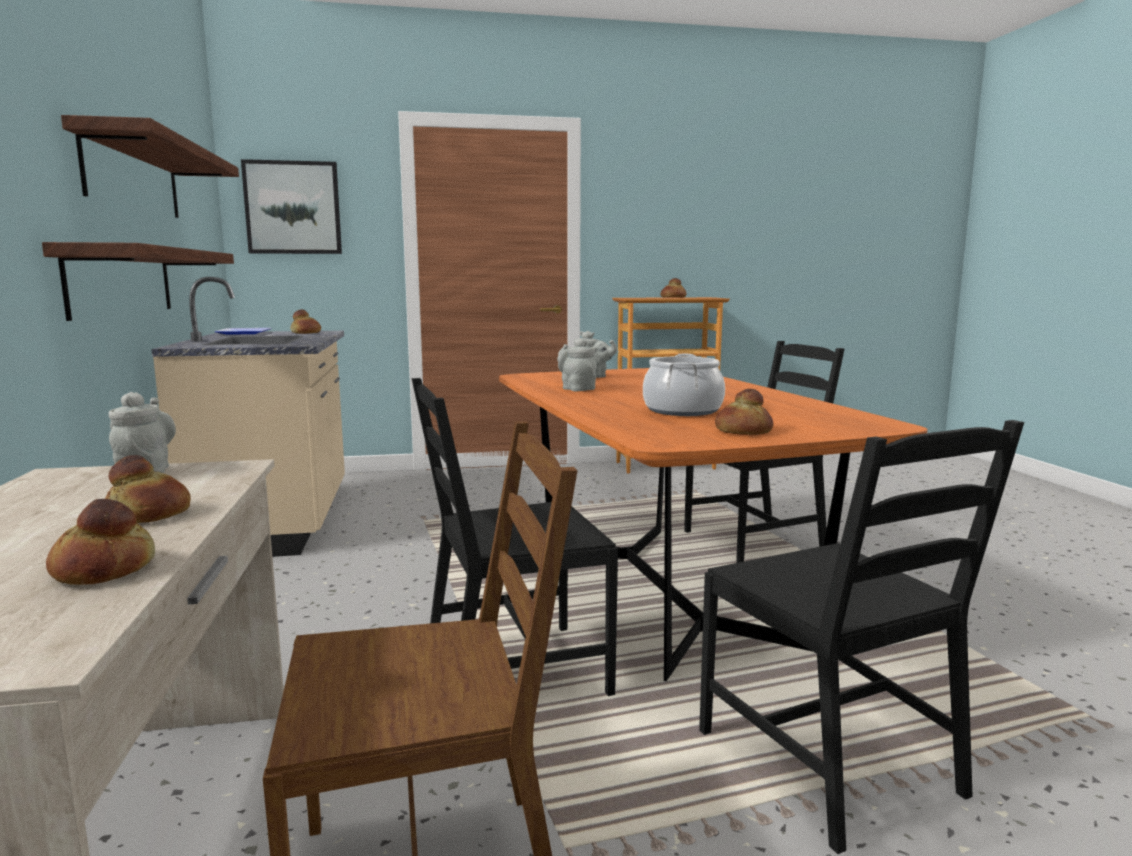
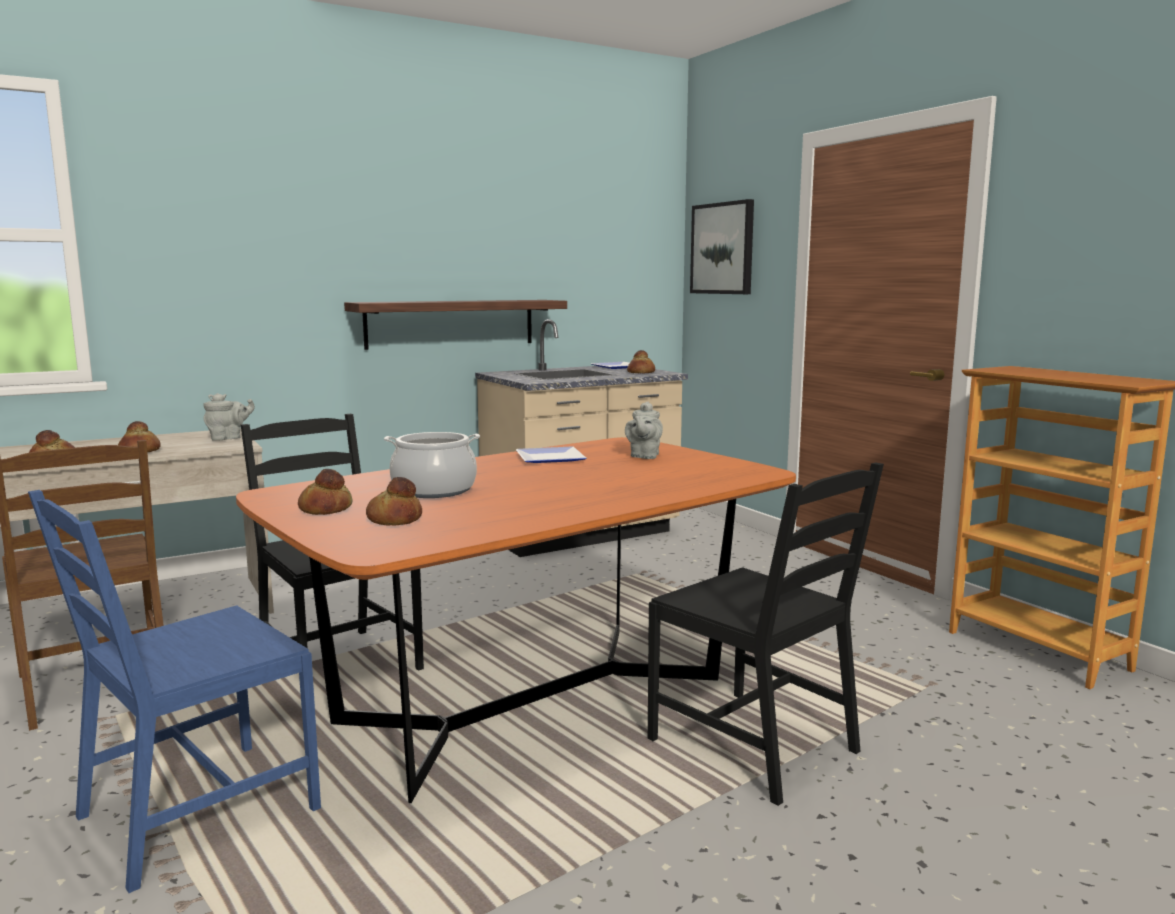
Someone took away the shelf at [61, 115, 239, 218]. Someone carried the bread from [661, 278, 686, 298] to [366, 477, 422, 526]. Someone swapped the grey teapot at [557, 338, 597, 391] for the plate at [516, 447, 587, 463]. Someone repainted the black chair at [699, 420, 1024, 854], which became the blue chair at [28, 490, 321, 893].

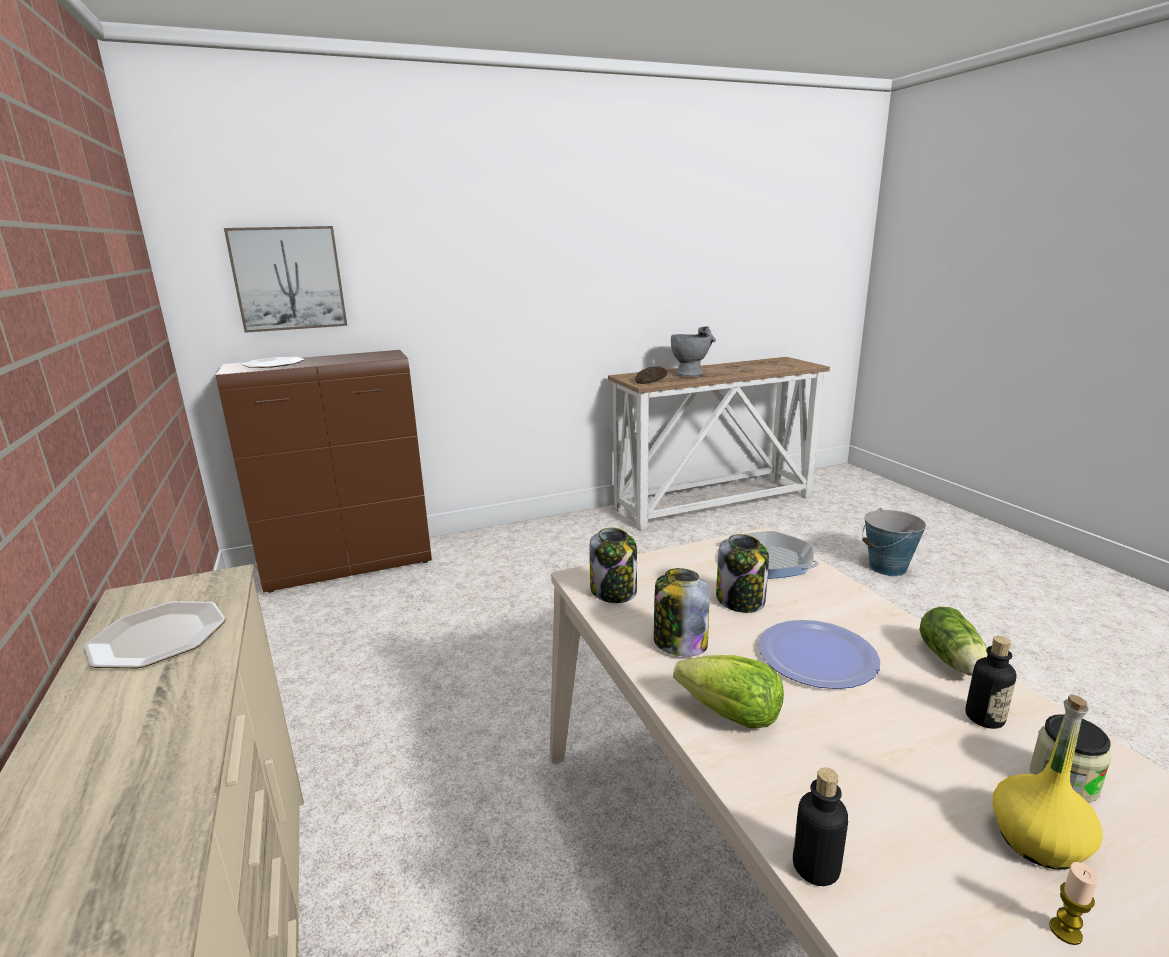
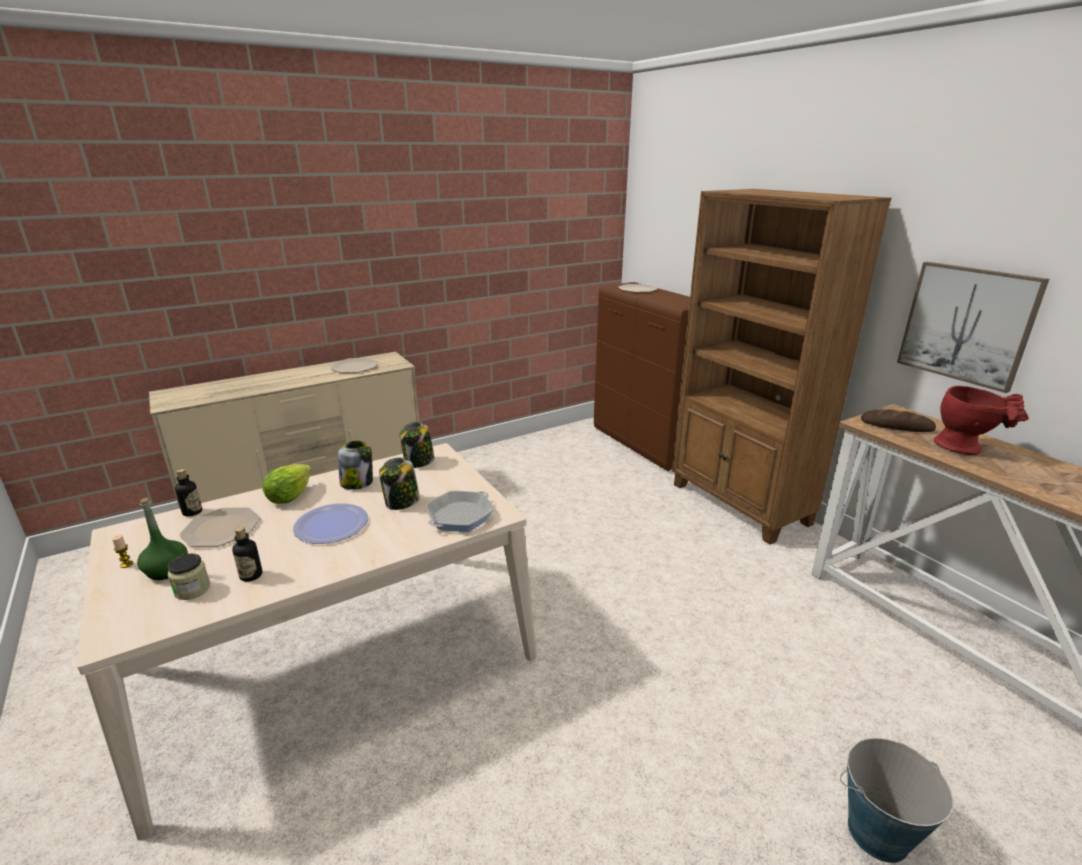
Someone took away the lettuce at [920, 607, 987, 676]. Someone put down the plate at [180, 507, 260, 547]. Someone put down the brown bookcase at [672, 189, 891, 545]. Someone carried the picture from [224, 226, 347, 333] to [897, 262, 1049, 393]. Someone repainted the grey vase at [671, 326, 716, 376], which became the red vase at [934, 386, 1029, 455]. Someone repainted the yellow bottle at [992, 694, 1103, 870], which became the green bottle at [137, 498, 188, 580].

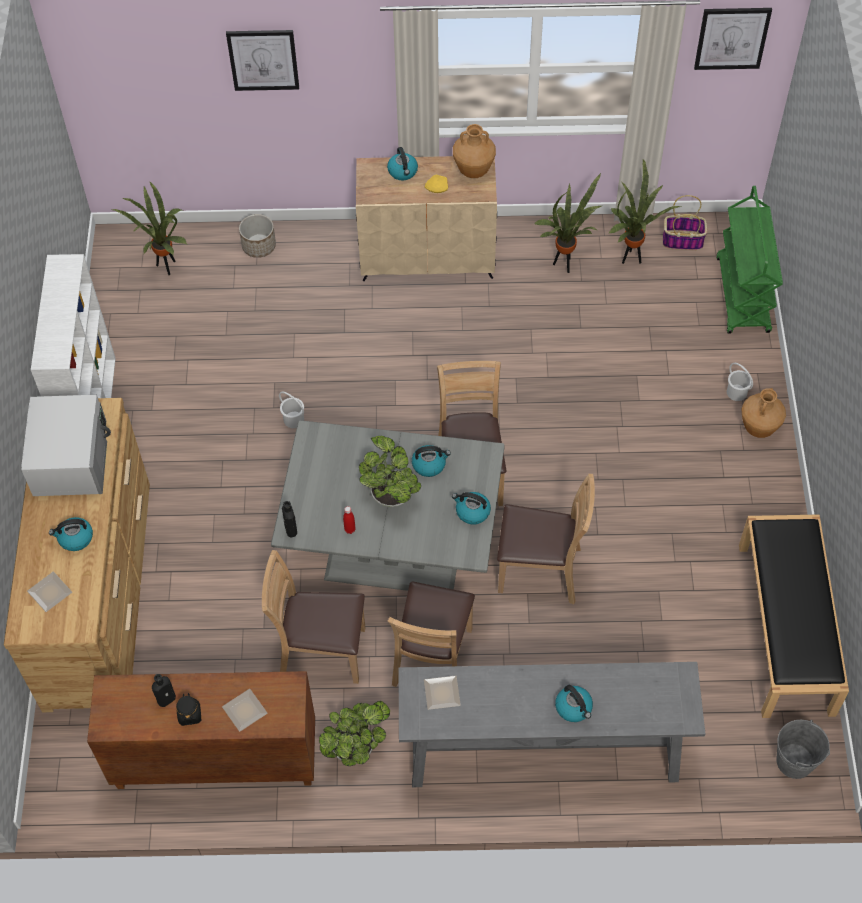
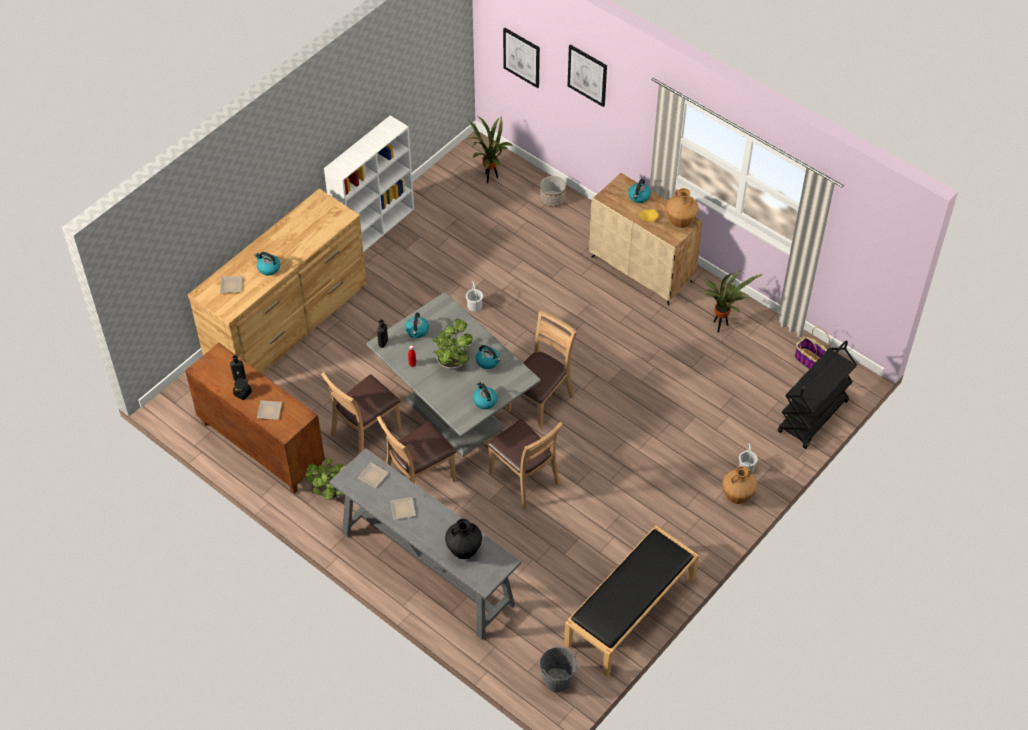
Someone took away the white microwave at [21, 395, 111, 496]. Someone took away the potted plant at [608, 160, 681, 264]. Someone put down the plate at [390, 497, 416, 520]. Someone put down the black vase at [445, 518, 482, 559]. Someone carried the kettle from [555, 685, 593, 722] to [405, 313, 429, 338]. Someone carried the picture from [694, 8, 772, 70] to [503, 27, 540, 88]. Someone repainted the green cart at [716, 186, 783, 334], which became the black cart at [778, 341, 857, 449]. Someone rotated the brown chair at [262, 550, 365, 684] by 90 degrees counterclockwise.

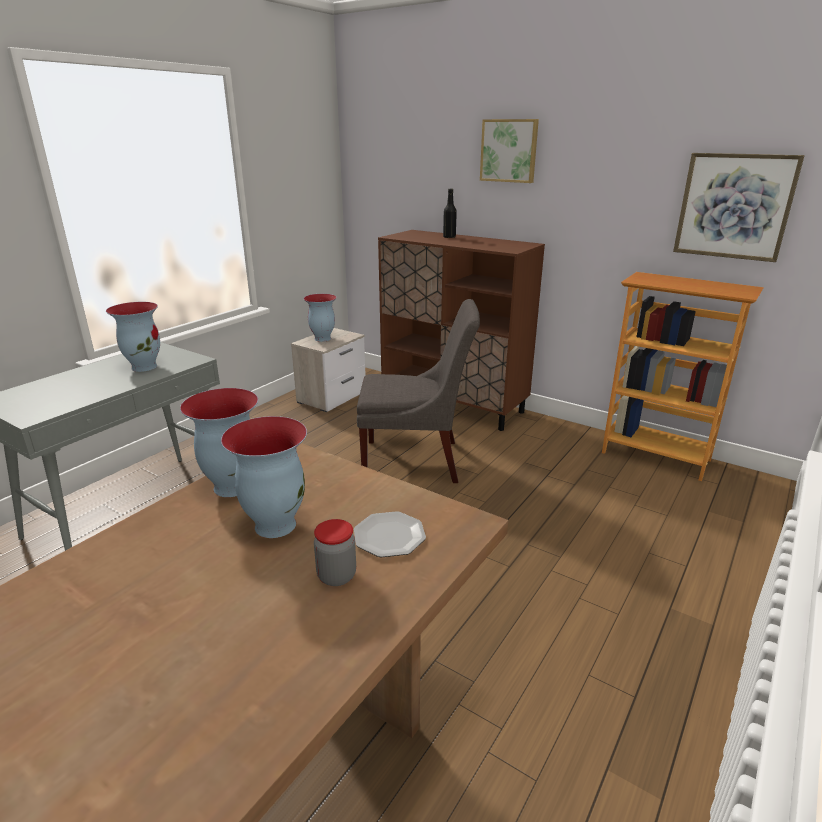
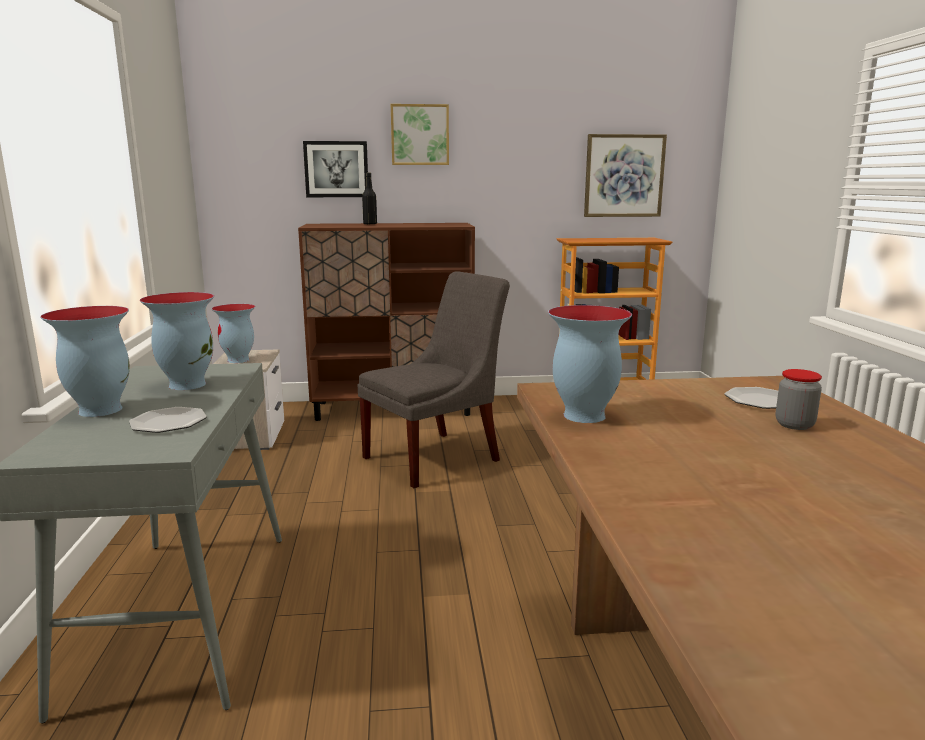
Someone put down the plate at [129, 407, 207, 433]. Someone put up the picture at [303, 141, 368, 197]. Someone carried the vase from [221, 416, 307, 538] to [40, 306, 130, 417].

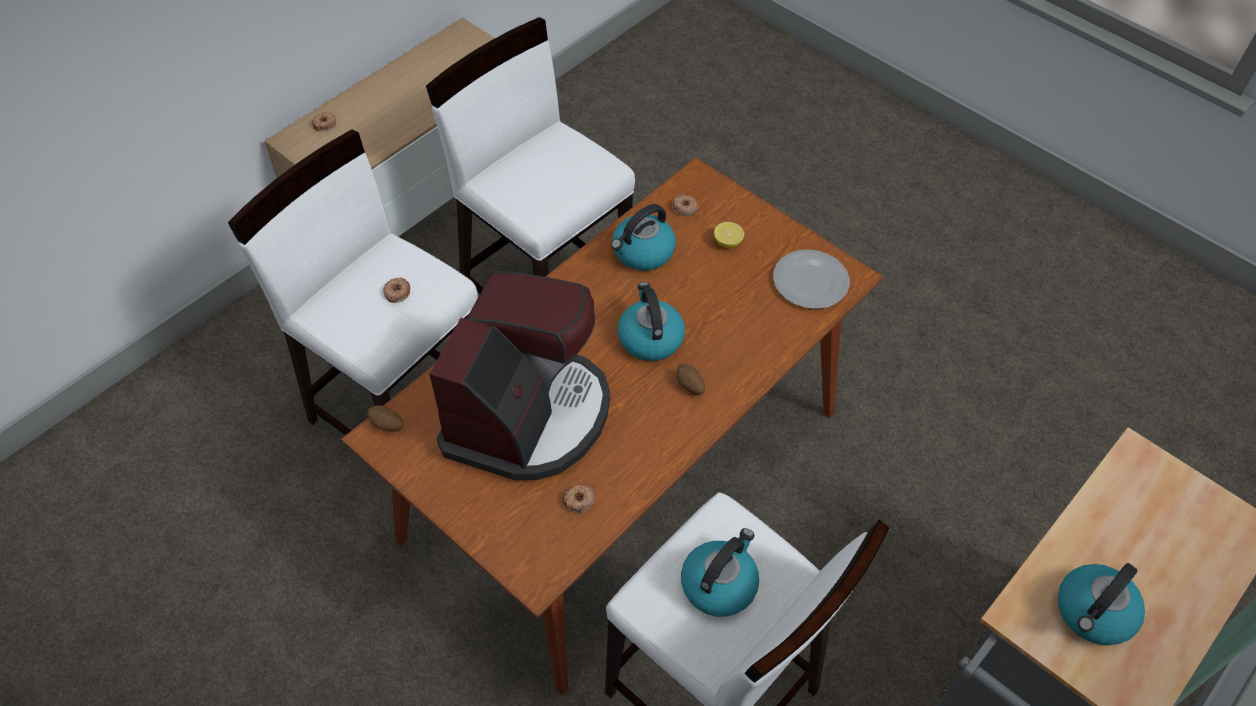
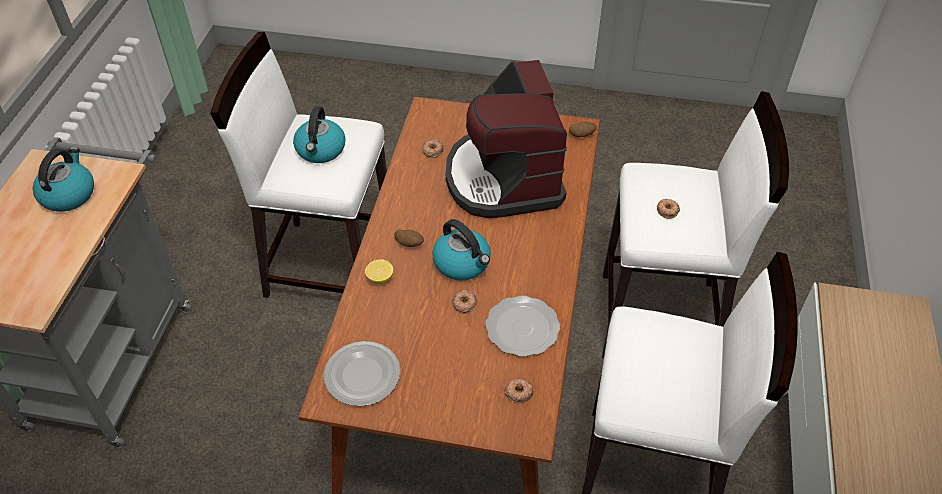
Someone carried the donut from [312, 112, 336, 131] to [452, 290, 477, 314]. Someone carried the lemon from [714, 222, 744, 248] to [365, 259, 393, 284]. Someone swapped the kettle at [611, 204, 676, 271] for the plate at [485, 296, 560, 357].

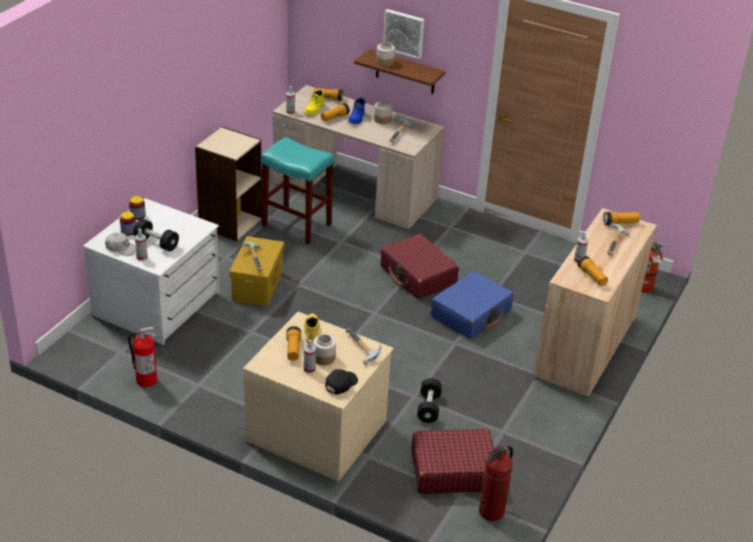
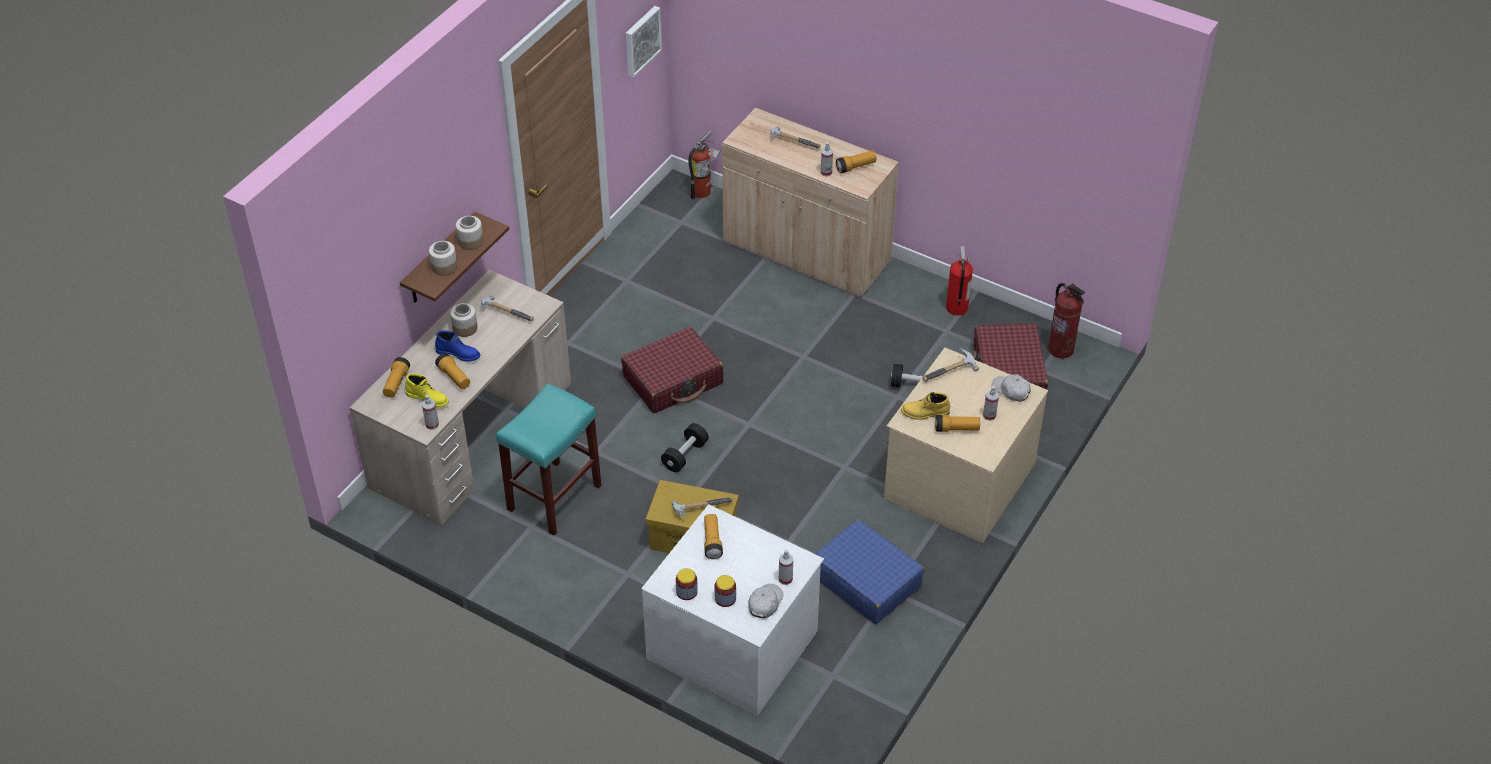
Someone took away the beige bookcase at [195, 126, 262, 241]. Someone carried the fire extinguisher from [128, 327, 157, 387] to [946, 246, 973, 316]. Someone carried the black dumbbell from [133, 219, 179, 251] to [661, 423, 709, 472]. Someone carried the jar from [313, 334, 336, 365] to [456, 216, 483, 250]. Someone carried the picture from [383, 9, 424, 59] to [626, 6, 662, 77]. Someone carried the blue suitcase from [431, 271, 513, 339] to [814, 519, 924, 624]. Someone carried the flashlight from [603, 212, 640, 225] to [704, 514, 723, 559]. Someone repainted the black cap at [325, 369, 358, 394], which became the white cap at [991, 374, 1031, 402].

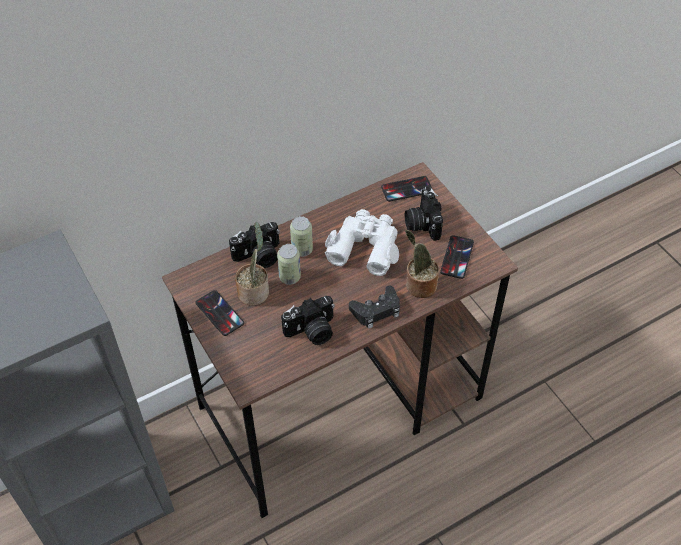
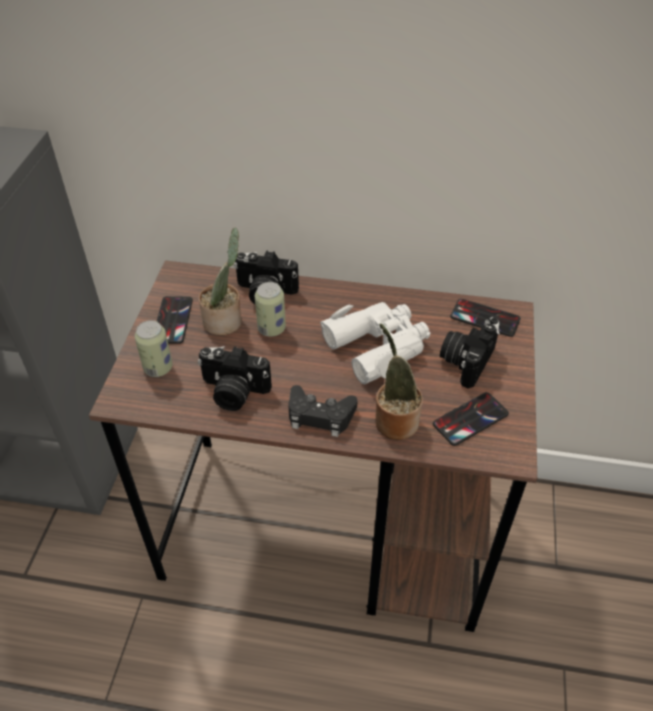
Someone carried the can from [290, 216, 313, 257] to [135, 320, 173, 377].

